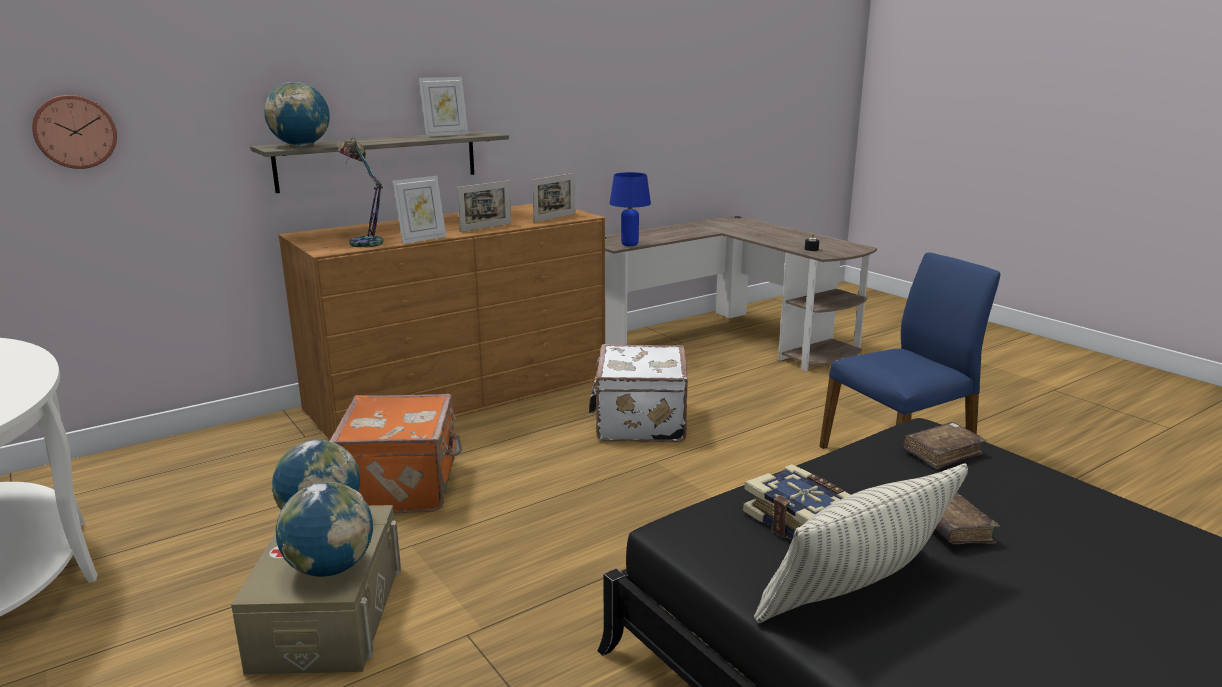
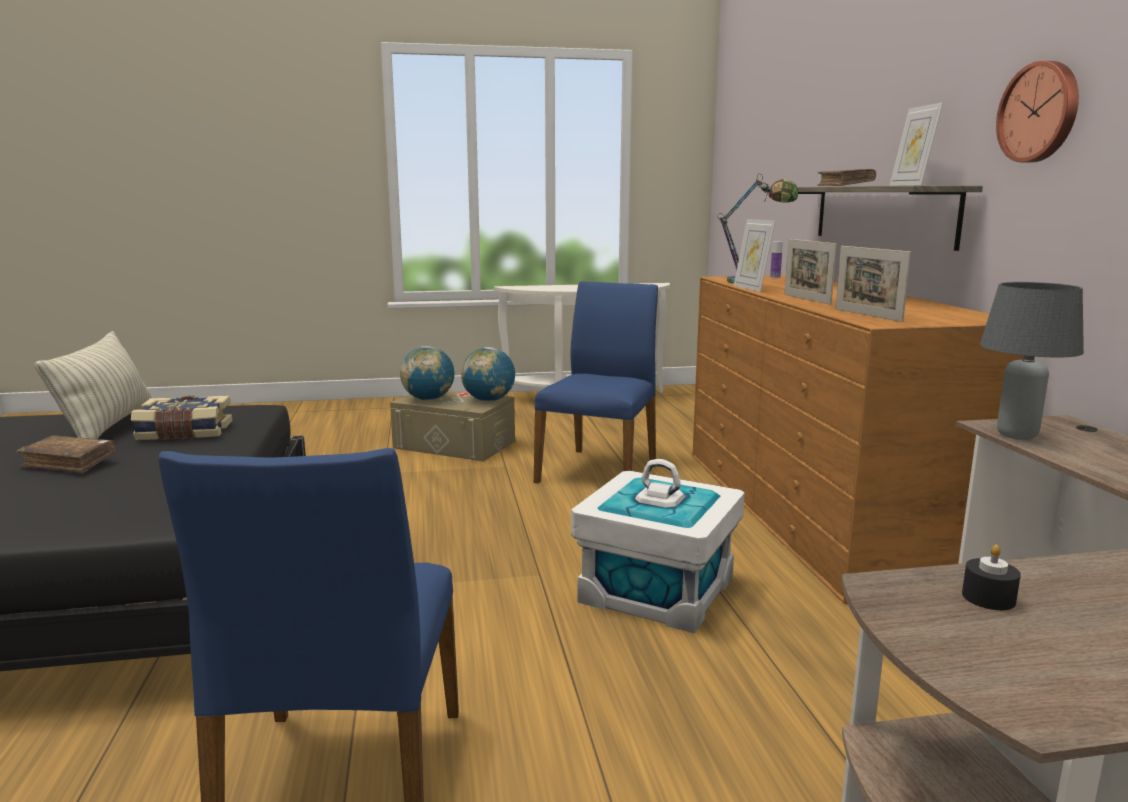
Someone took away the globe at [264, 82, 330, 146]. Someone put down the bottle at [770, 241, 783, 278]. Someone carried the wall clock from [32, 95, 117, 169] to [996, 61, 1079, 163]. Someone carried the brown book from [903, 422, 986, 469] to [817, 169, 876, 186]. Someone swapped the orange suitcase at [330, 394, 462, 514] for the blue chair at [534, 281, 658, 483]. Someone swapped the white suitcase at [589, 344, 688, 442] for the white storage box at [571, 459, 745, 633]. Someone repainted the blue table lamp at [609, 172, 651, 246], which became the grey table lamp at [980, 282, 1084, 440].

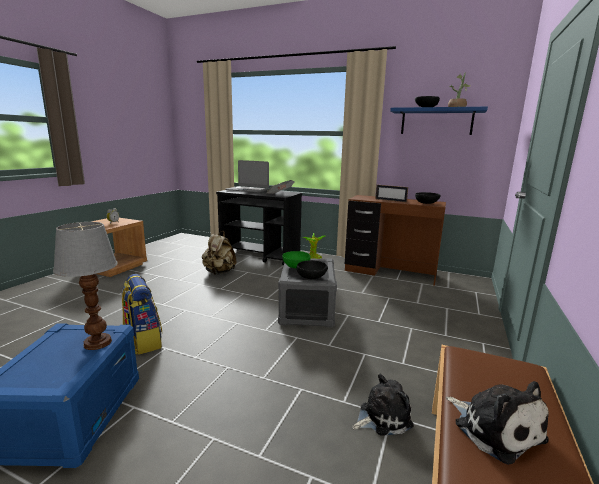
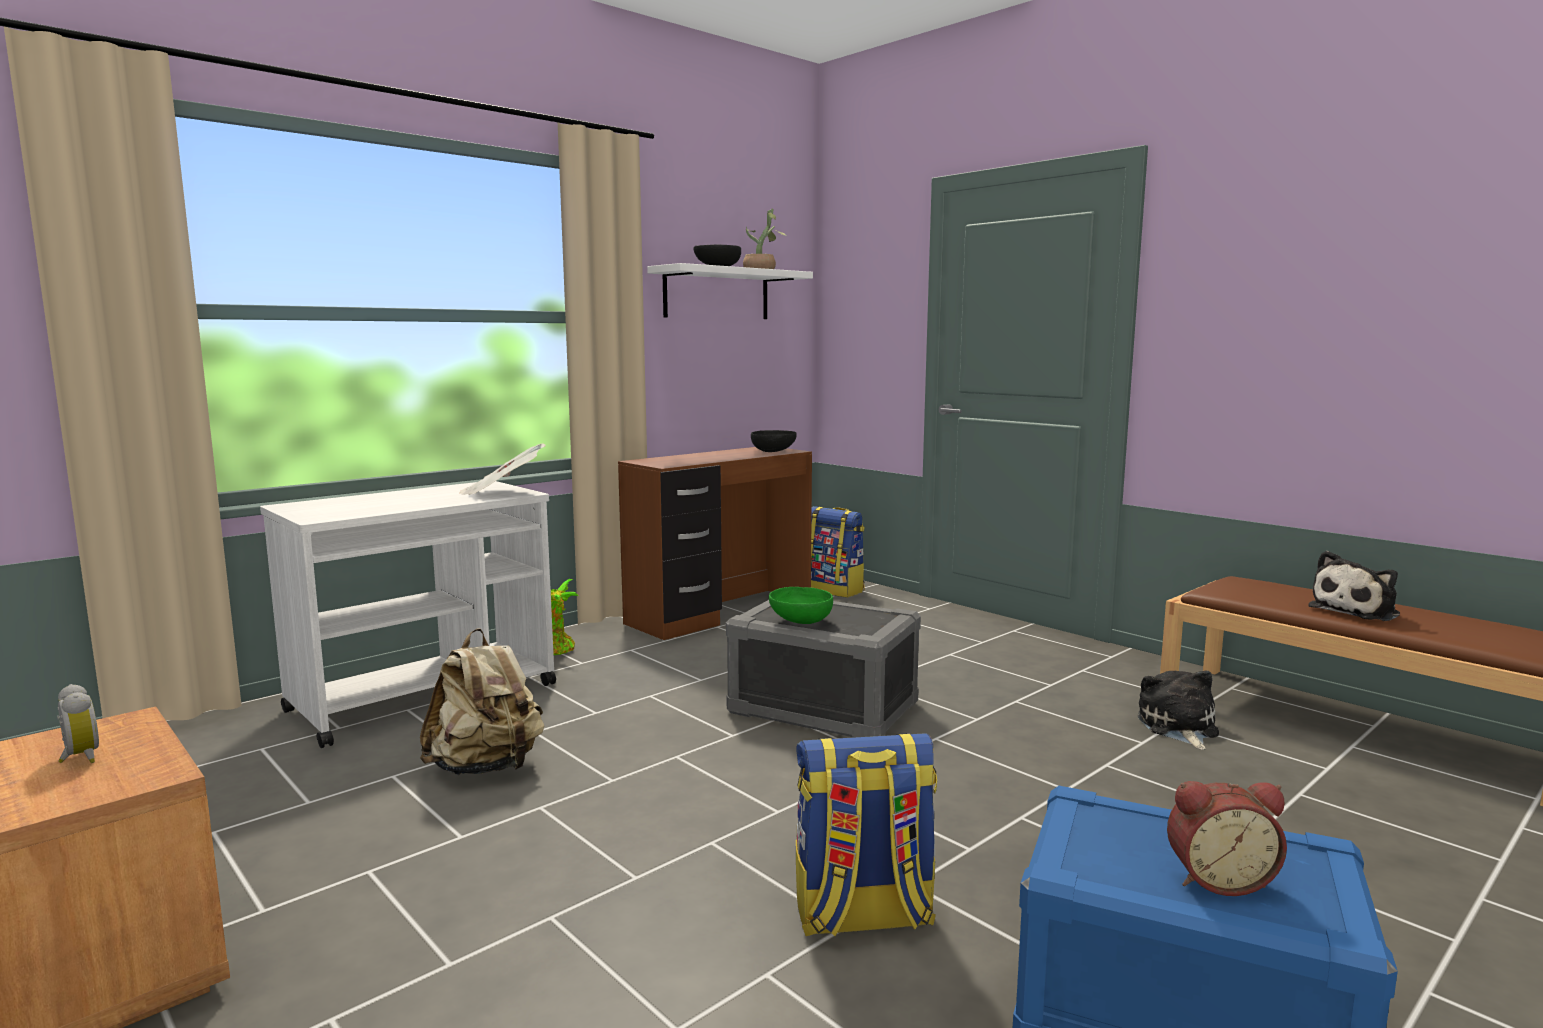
Someone took away the table lamp at [53, 222, 118, 350]. Someone took away the laptop at [225, 160, 269, 193]. Someone took away the black bowl at [297, 260, 328, 279]. Someone took away the picture frame at [375, 185, 408, 202]. Someone put down the backpack at [811, 506, 865, 598]. Someone put down the alarm clock at [1167, 781, 1287, 896]. Someone repainted the black cart at [216, 190, 302, 265], which became the white cart at [260, 481, 556, 748]. Someone repainted the blue shelf at [390, 107, 488, 135], which became the white shelf at [647, 263, 813, 319]. Someone rotated the plush toy at [446, 381, 549, 465] by 150 degrees clockwise.

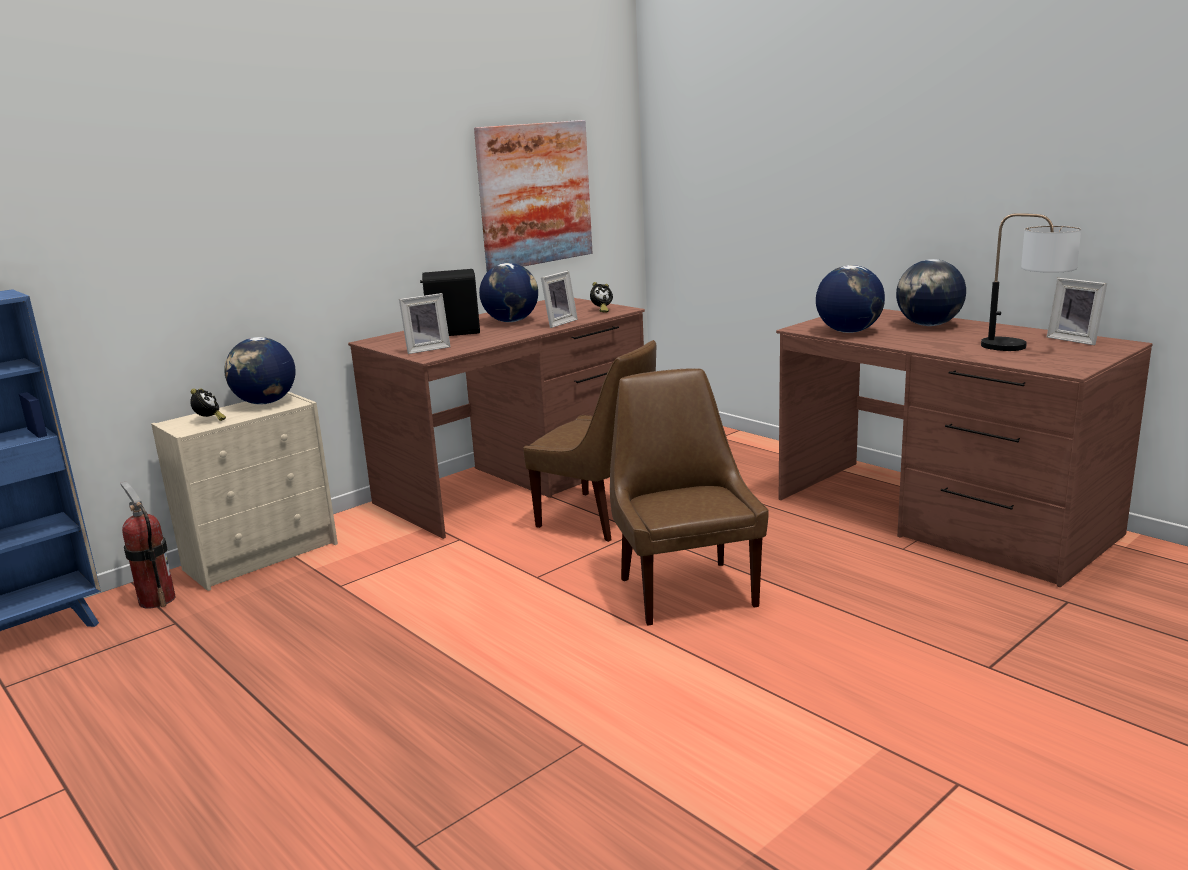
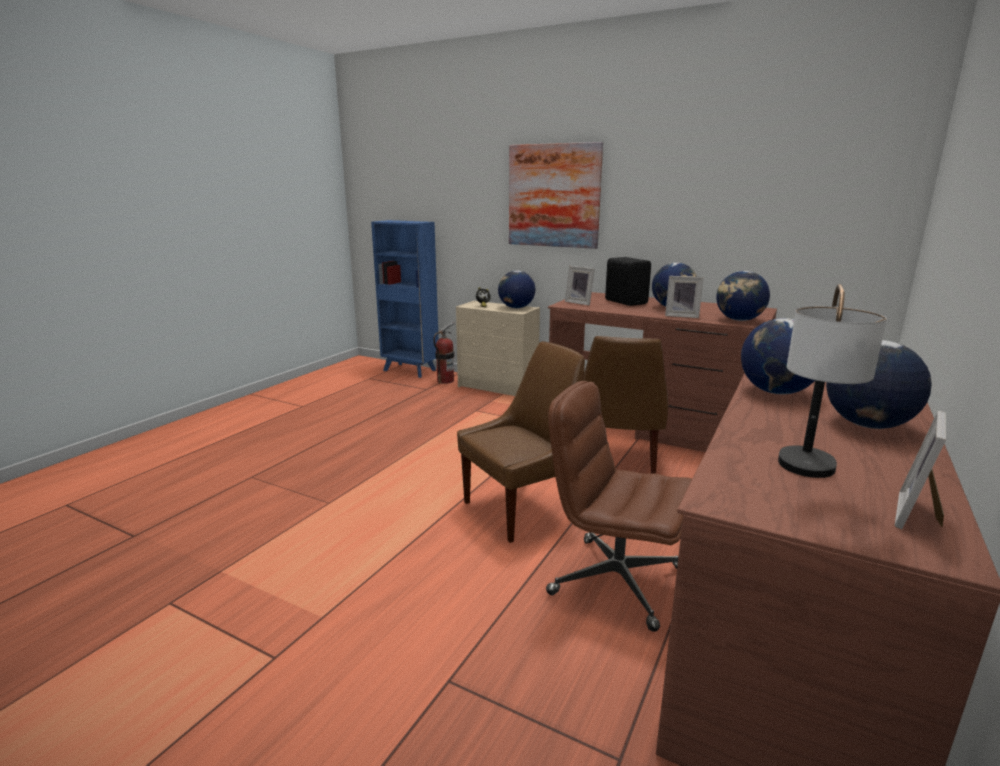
Someone put down the brown office chair at [546, 381, 692, 632]. Someone carried the picture from [474, 120, 592, 272] to [509, 142, 603, 249]. Someone swapped the alarm clock at [590, 282, 613, 313] for the globe at [716, 271, 770, 321].

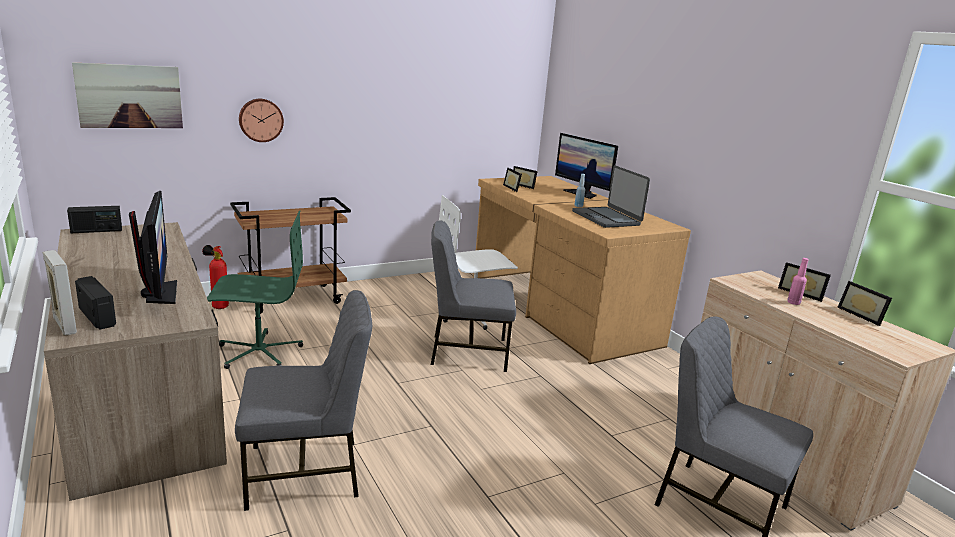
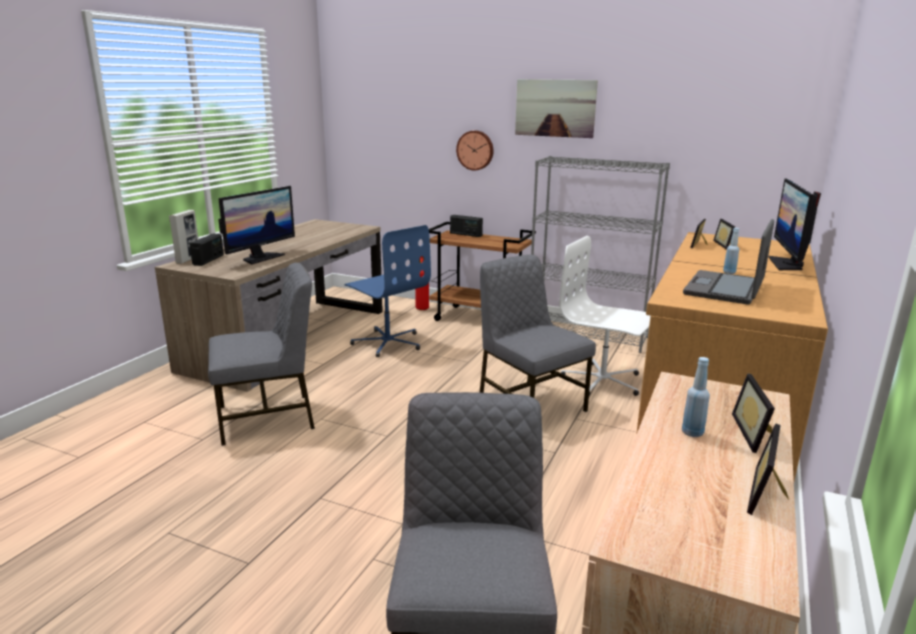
Someone put down the grey bookcase at [531, 156, 670, 353]. Someone carried the radio from [67, 206, 122, 233] to [450, 215, 483, 237]. Someone carried the picture from [72, 62, 183, 128] to [515, 79, 598, 138]. Someone repainted the green office chair at [207, 211, 303, 369], which became the blue office chair at [344, 225, 431, 357]. Someone repainted the pink bottle at [787, 258, 809, 305], which became the blue bottle at [682, 357, 710, 437]. Someone rotated the grey chair at [235, 290, 372, 511] by 60 degrees counterclockwise.

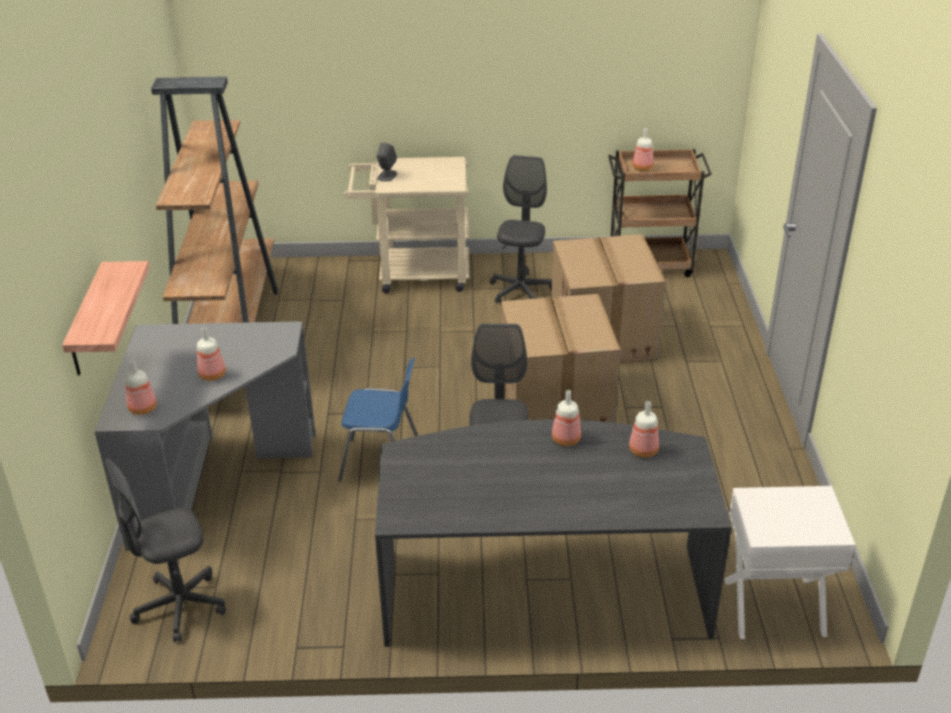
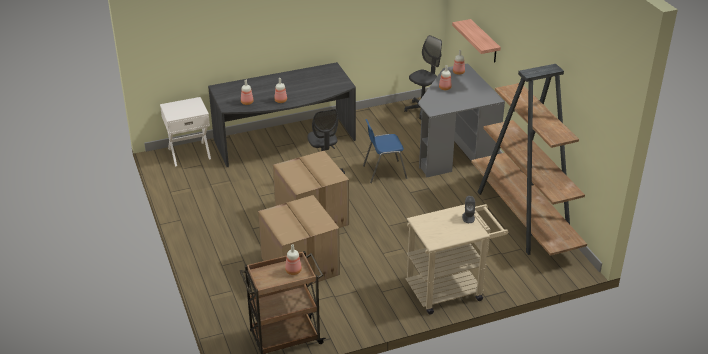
Someone took away the grey office chair at [490, 155, 552, 304].

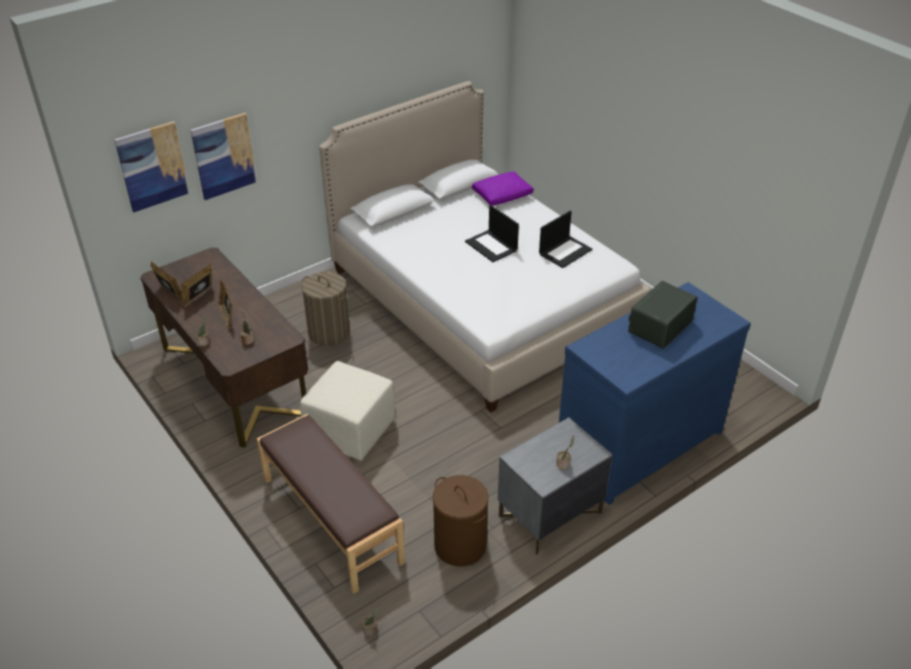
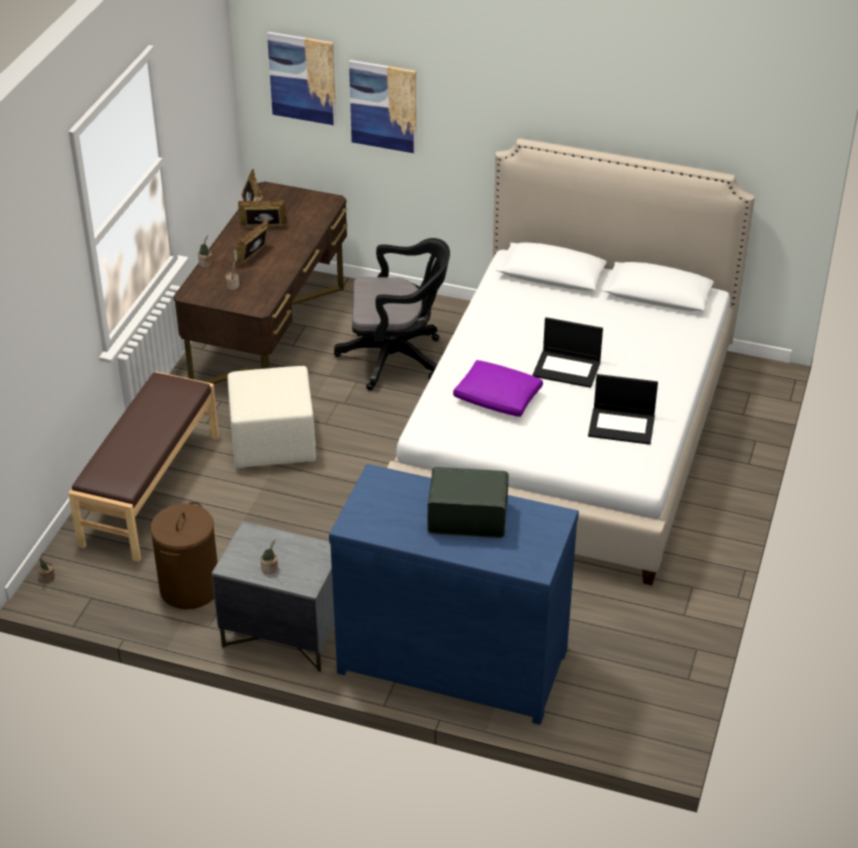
Someone carried the purple pillow from [472, 171, 534, 206] to [453, 360, 543, 417]. Someone swapped the laundry basket at [302, 272, 350, 346] for the black office chair at [334, 238, 450, 391]. Someone rotated the laptop at [465, 205, 519, 262] by 90 degrees counterclockwise.

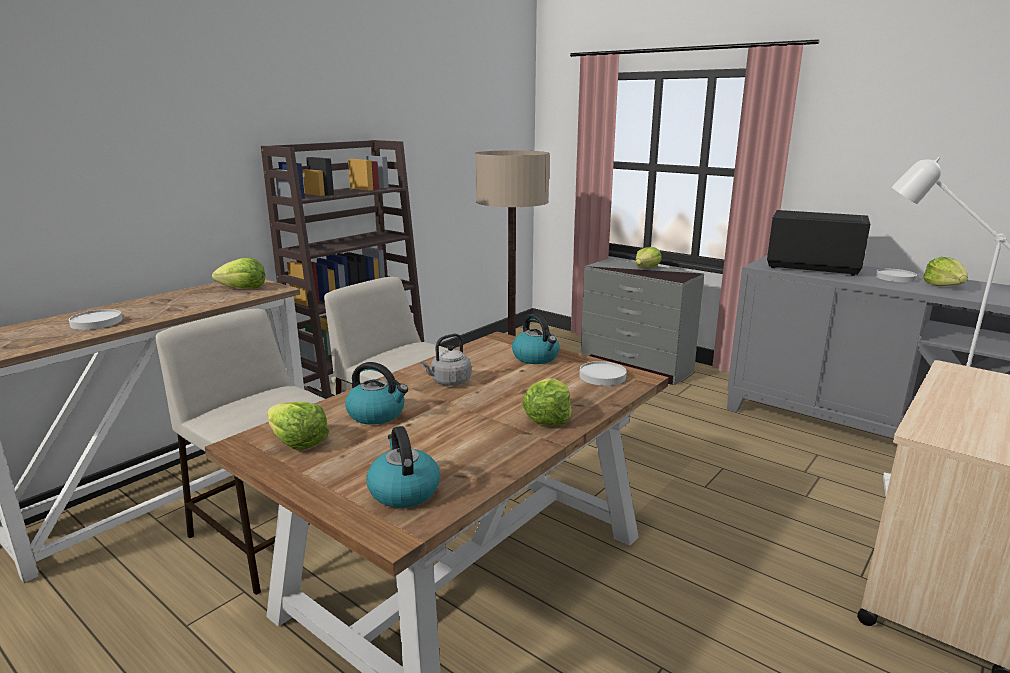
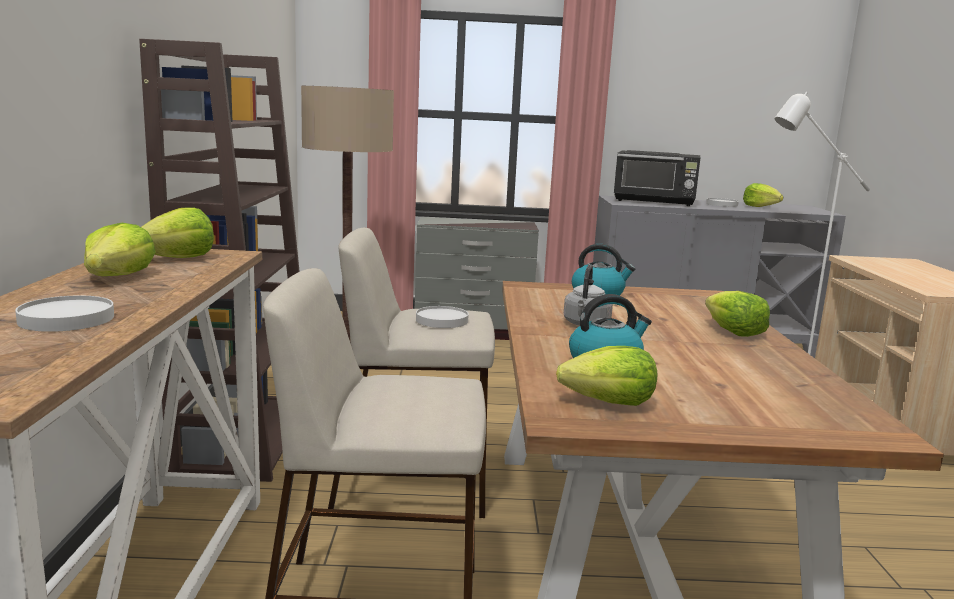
Someone took away the kettle at [367, 426, 440, 508]. Someone carried the white plate from [579, 361, 627, 386] to [416, 306, 469, 328]. Someone carried the lettuce from [635, 247, 662, 268] to [84, 223, 156, 276]. Someone rotated the black microwave at [767, 210, 870, 276] by 150 degrees counterclockwise.

